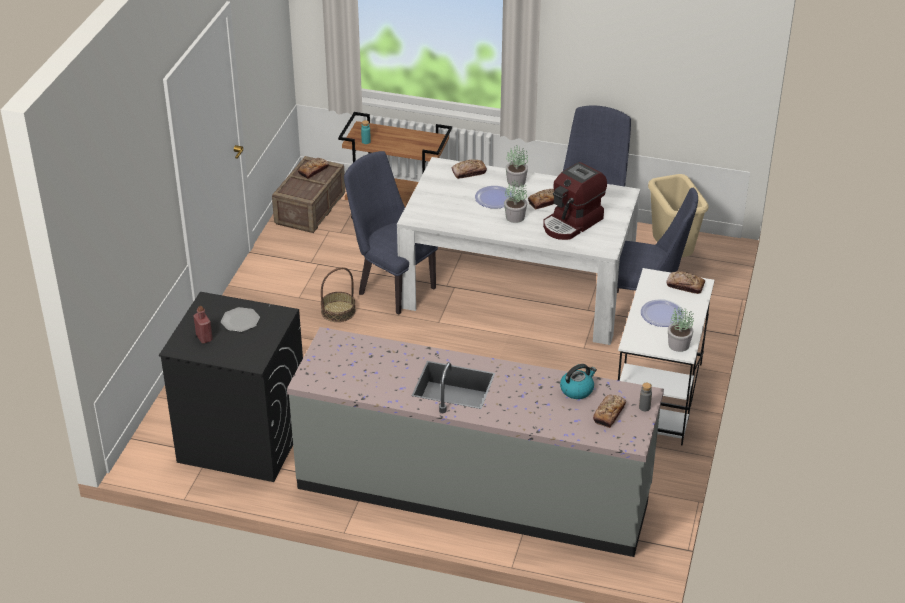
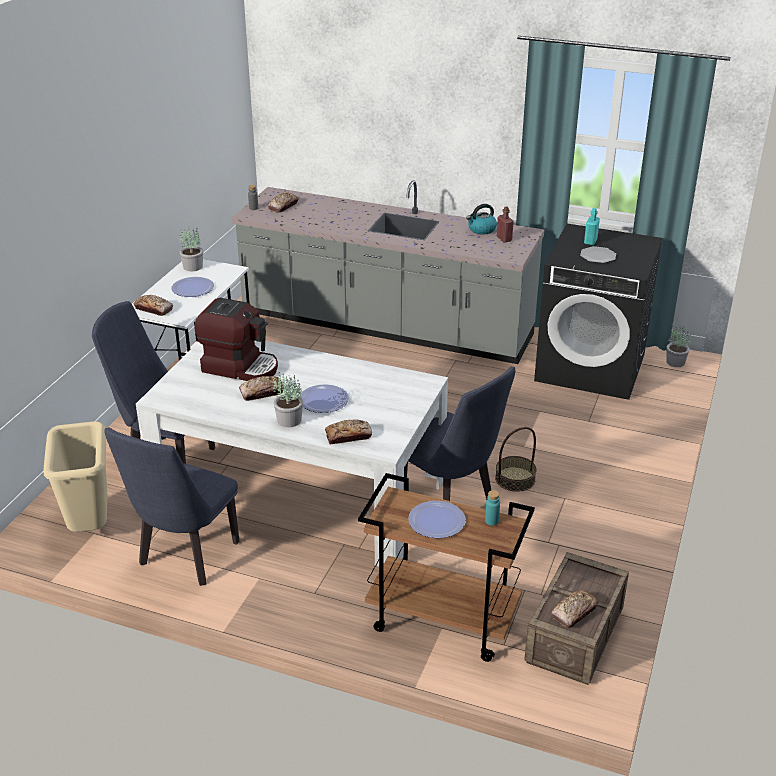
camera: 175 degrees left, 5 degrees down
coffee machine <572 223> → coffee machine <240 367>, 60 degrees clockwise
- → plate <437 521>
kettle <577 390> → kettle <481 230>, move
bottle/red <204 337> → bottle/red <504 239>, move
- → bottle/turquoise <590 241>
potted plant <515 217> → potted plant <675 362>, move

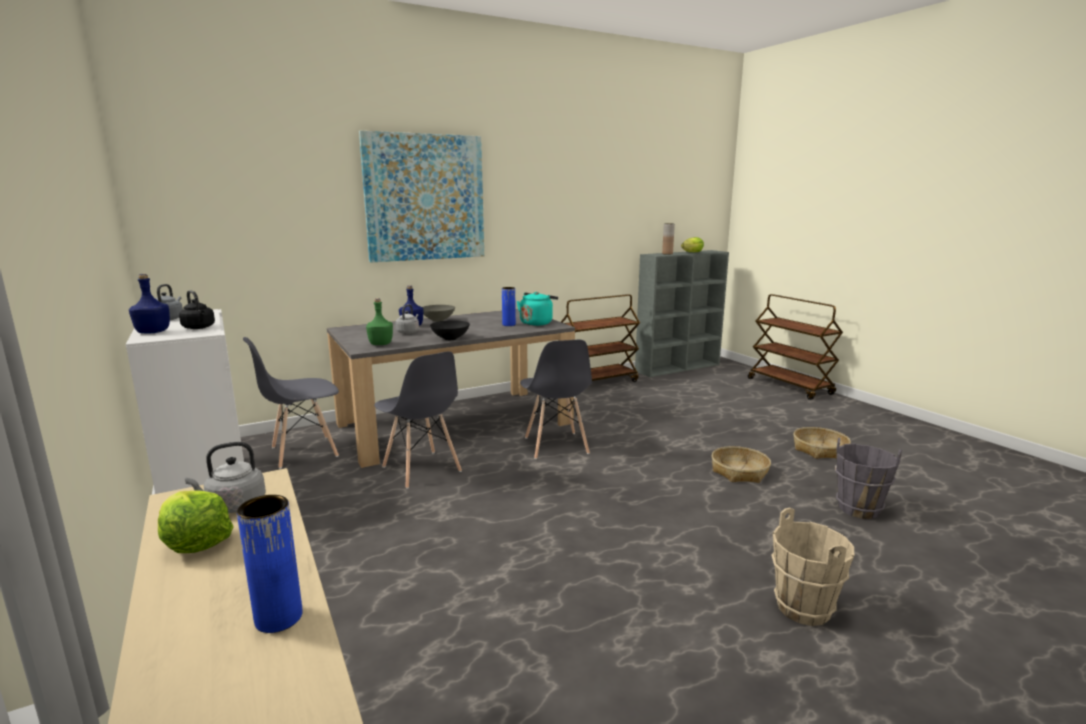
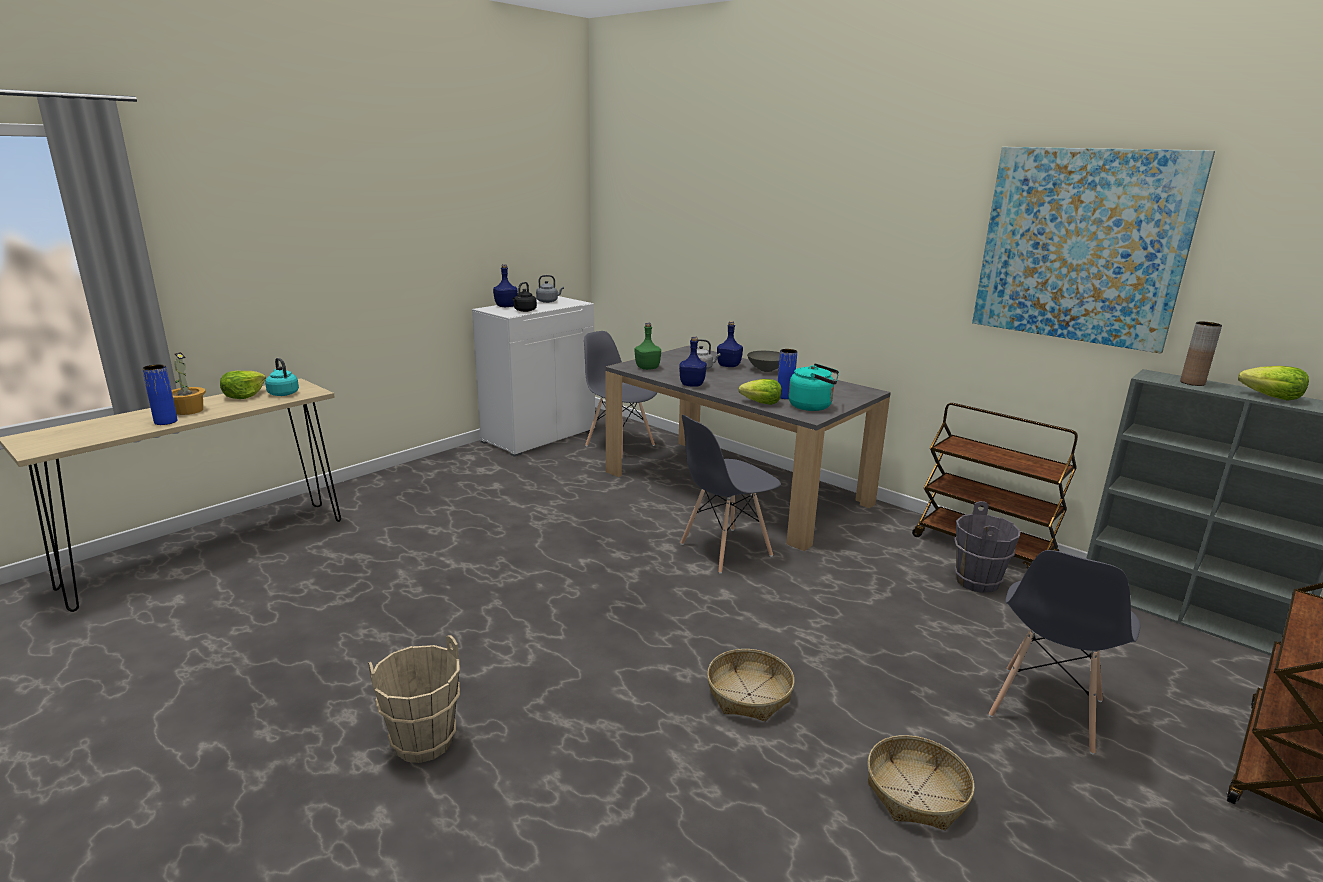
camera: 70 degrees right, 5 degrees up
- → potted plant <188 410>
kettle/grey <233 505> → kettle/turquoise <283 393>
bowl/black <451 339> → bottle/blue <692 385>
- → lettuce <761 403>
bucket/grey <858 508> → bucket/grey <977 582>, move
picture <425 198> → picture <1081 246>, move
chair/grey <421 469> → chair/grey <1046 709>, move

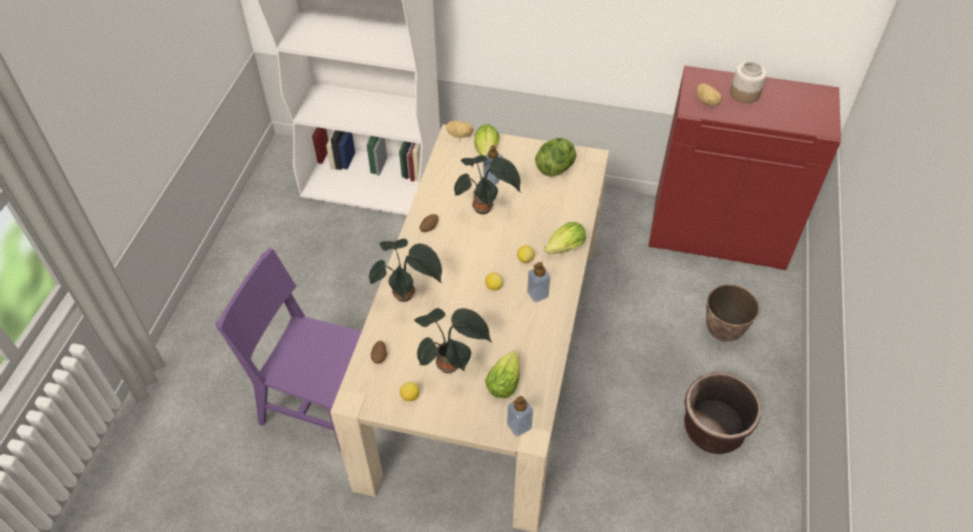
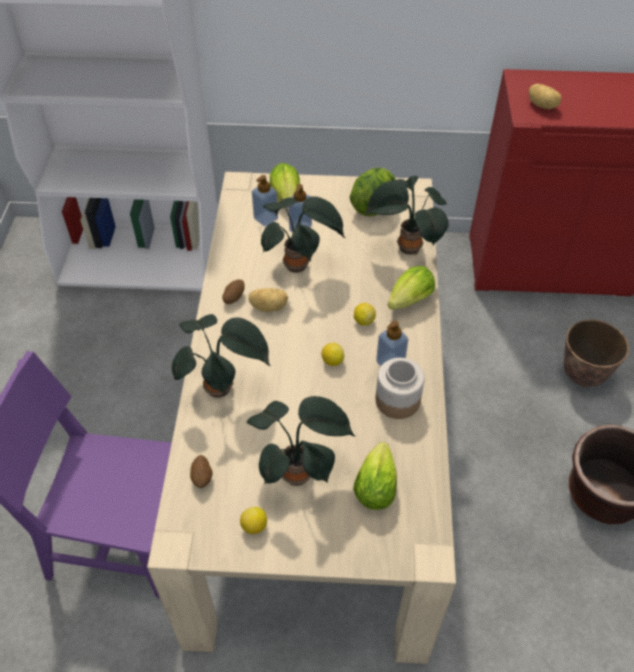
camera: 10 degrees left, 0 degrees up
potato <460 135> → potato <269 306>, move
soap dispenser <519 426> → soap dispenser <266 218>, move
- → potted plant <406 248>
jar <744 93> → jar <397 401>, move

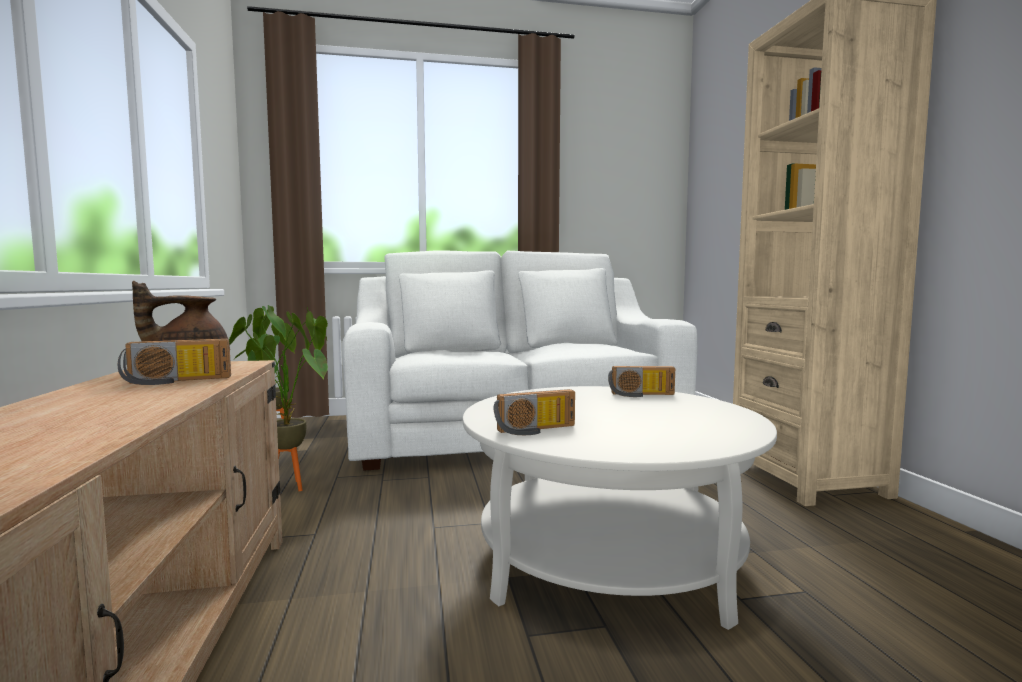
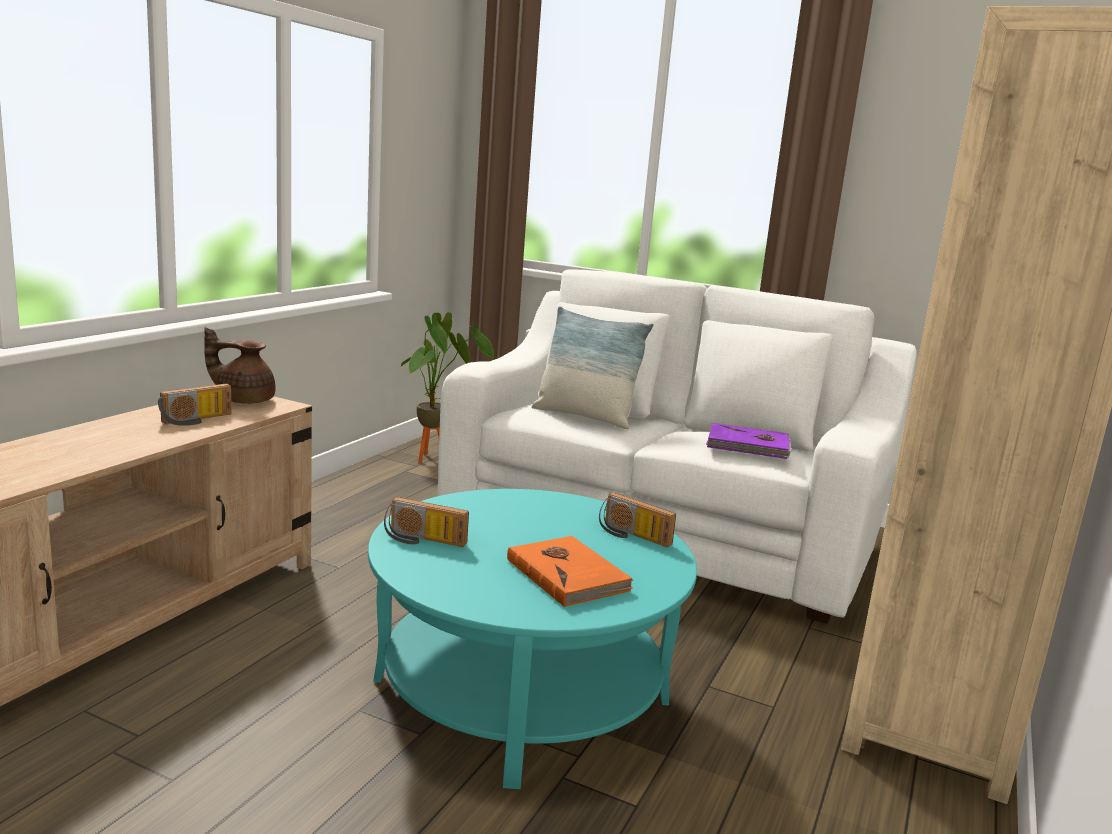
camera: 35 degrees right, 10 degrees up
radio <176 381> → radio <197 420>, 60 degrees counterclockwise
coffee table/white <608 556> → coffee table/turquoise <522 689>
- → book/orange <568 574>
- → pillow <584 417>
- → book/purple <748 446>
potted plant <286 485> → -

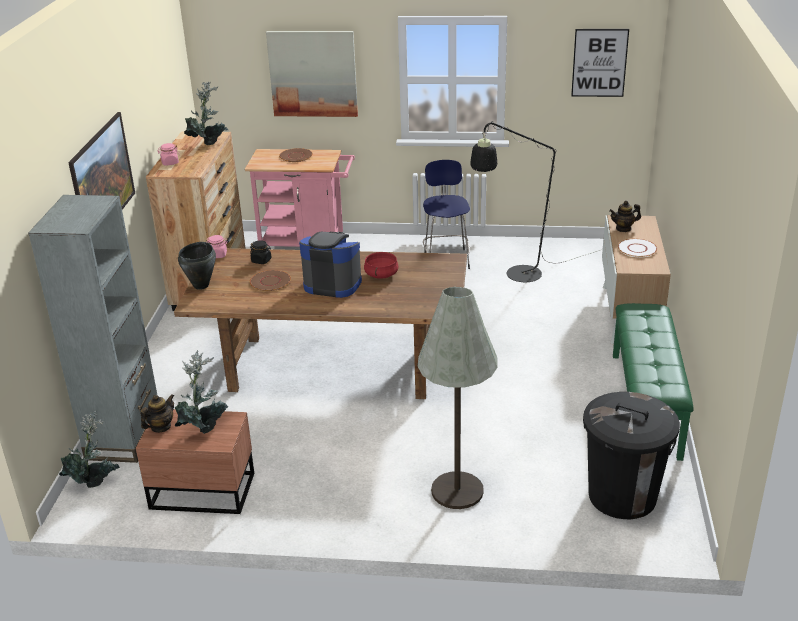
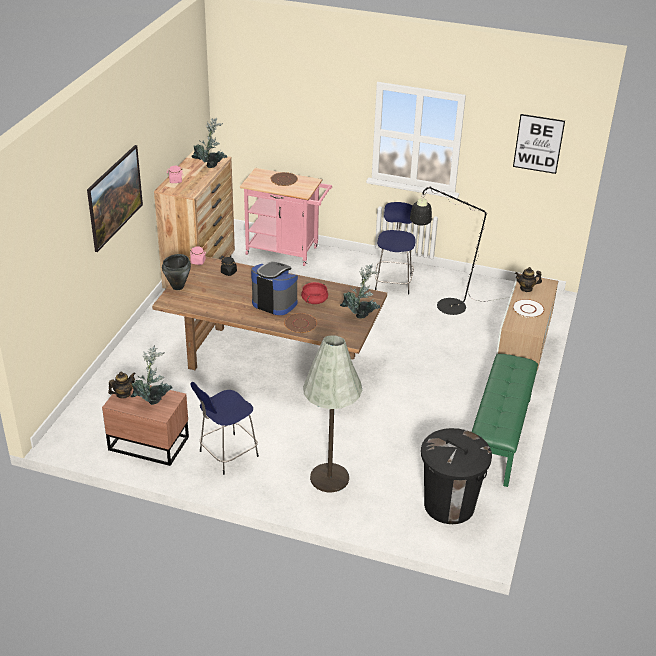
camera: 10 degrees right, 5 degrees up
- → stool/blue <227 454>
plate/brown <270 281> → plate/brown <300 324>, move
potted plant <94 481> → potted plant <360 314>, move
bookcase/grey <124 436> → -
picture <313 73> → -

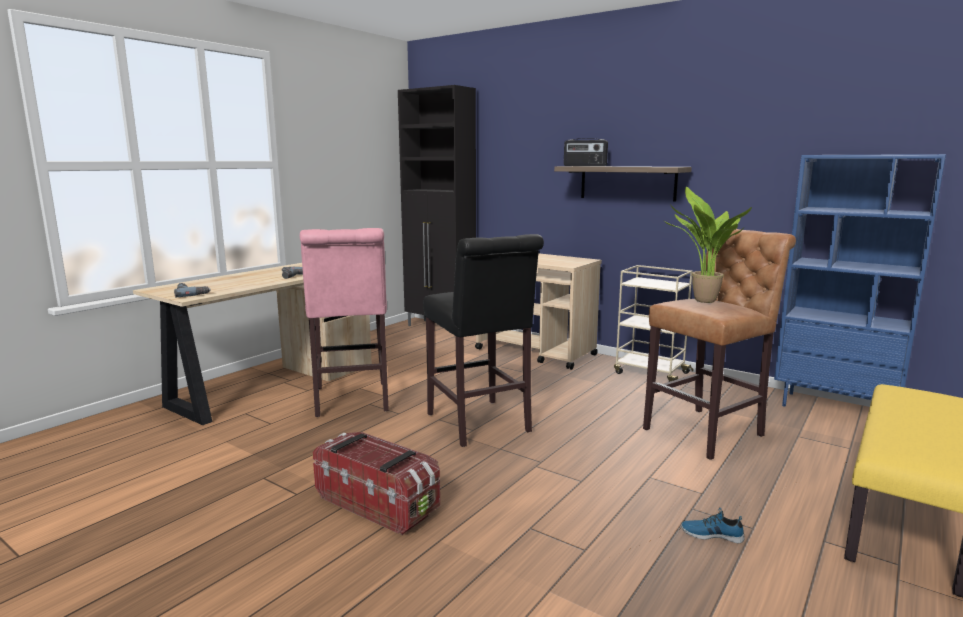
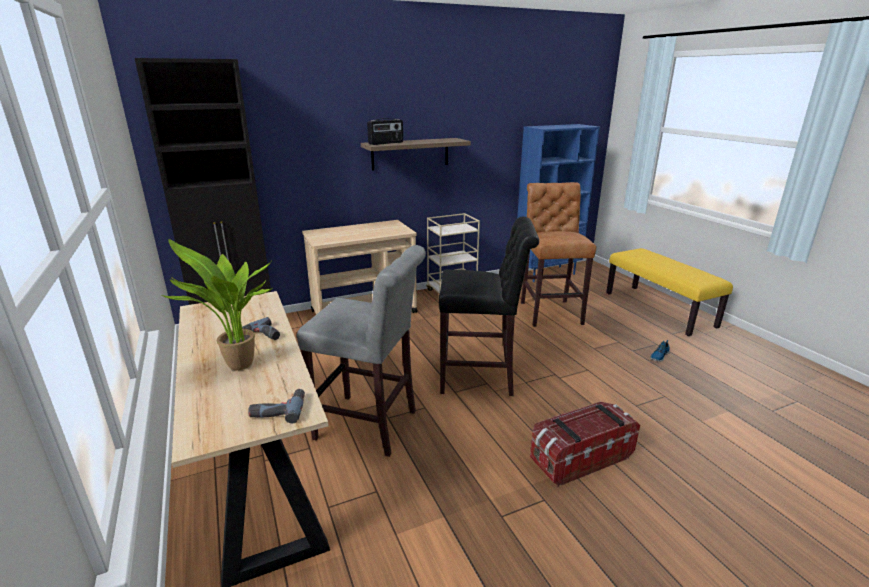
camera: 60 degrees left, 10 degrees up
potted plant <701 301> → potted plant <237 367>, move
stool/pink <351 401> → stool/grey <371 426>

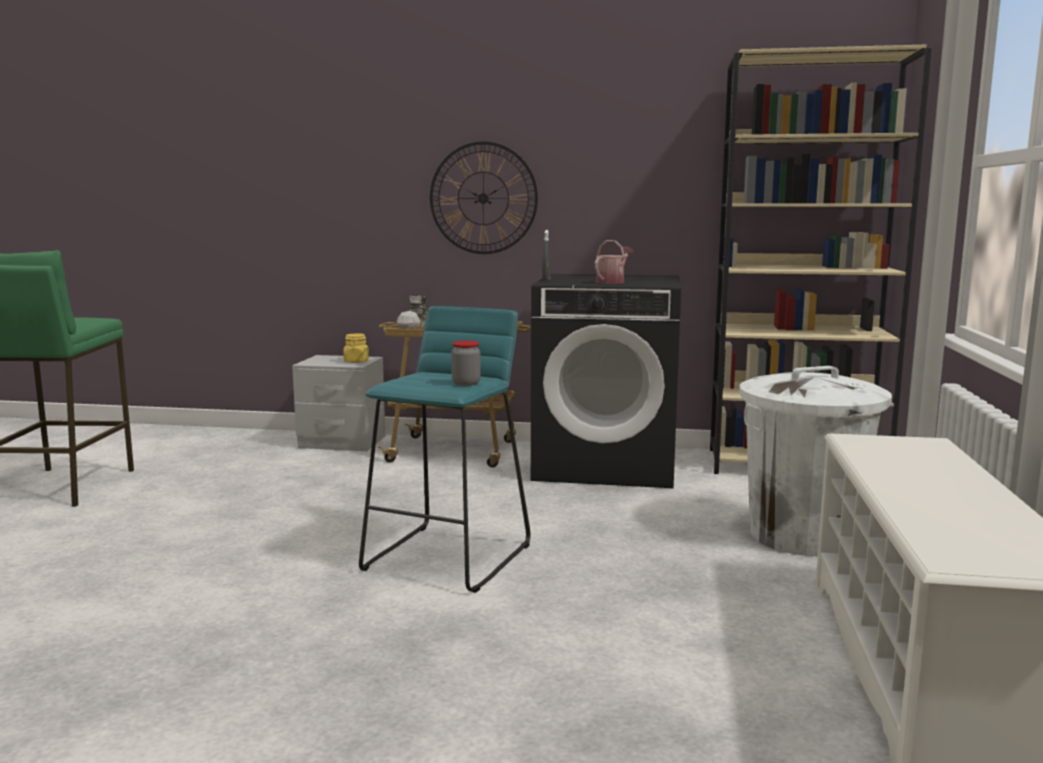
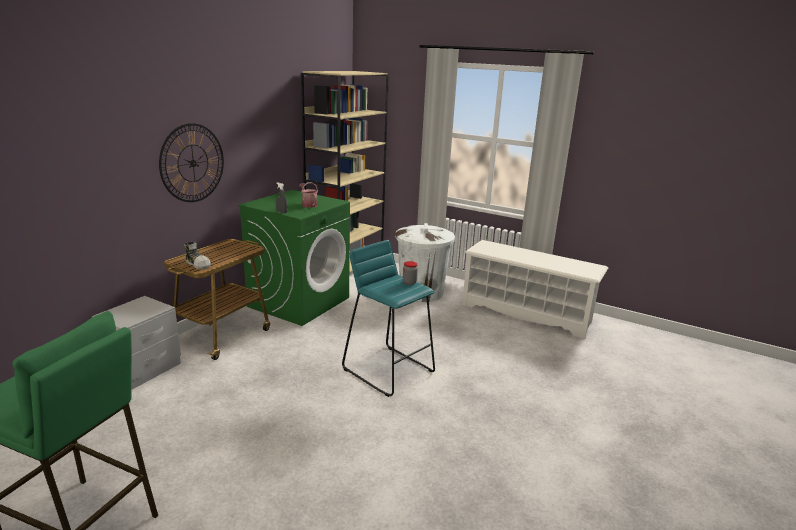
camera: 70 degrees left, 10 degrees up
washing machine/black <607 465> → washing machine/green <299 302>
jar/yellow <356 361> → -

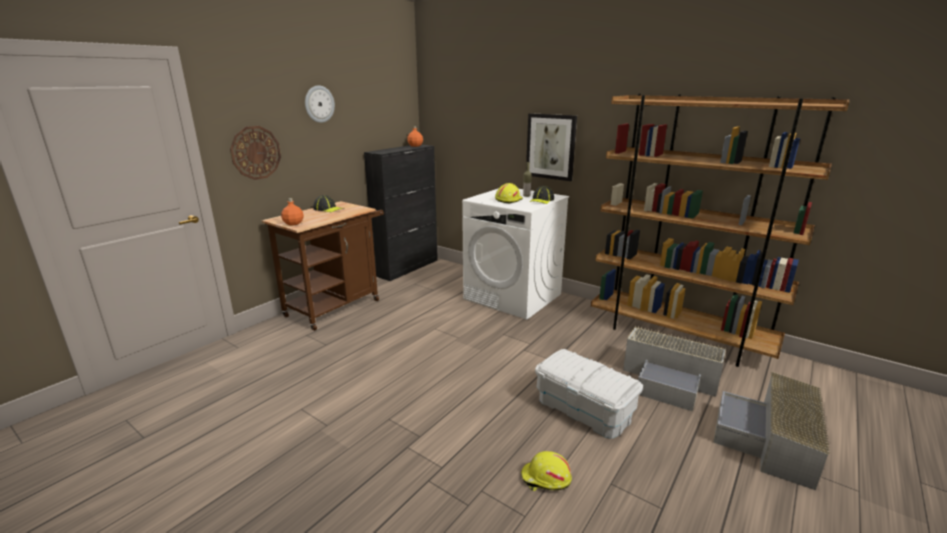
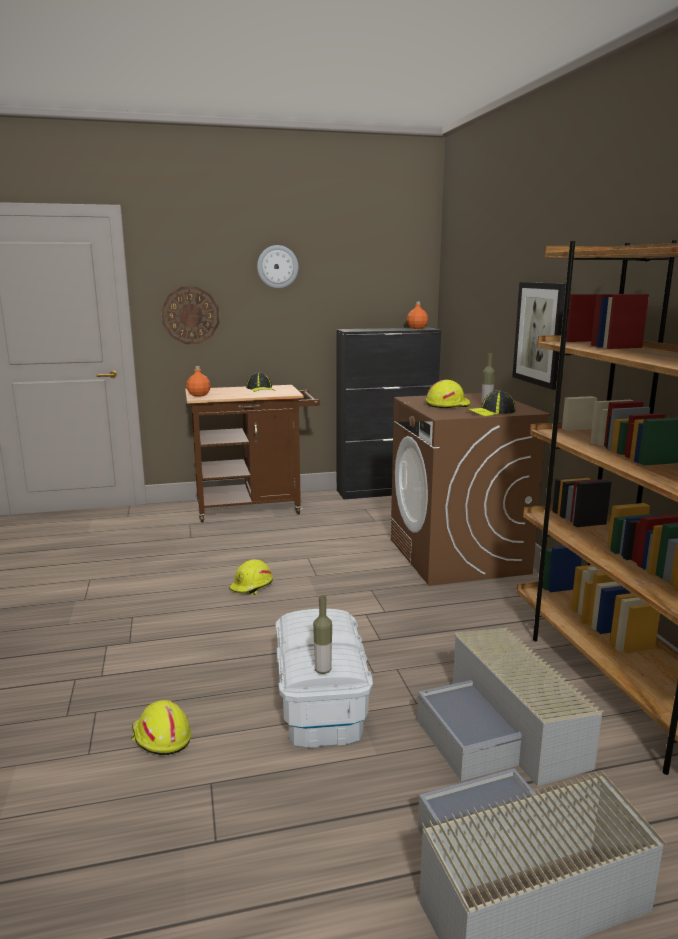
camera: 40 degrees right, 5 degrees down
- → hard hat/yellow <252 586>
- → bottle <323 670>
washing machine/white <513 296> → washing machine/brown <458 556>

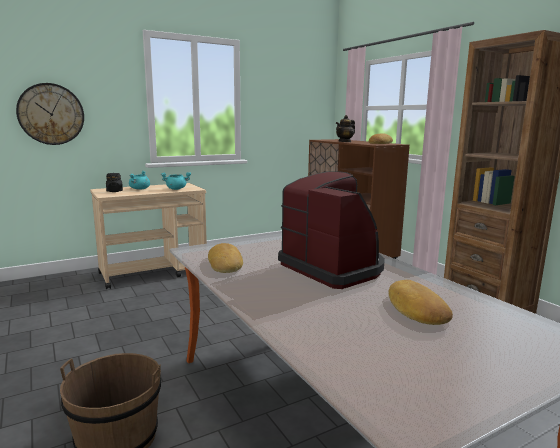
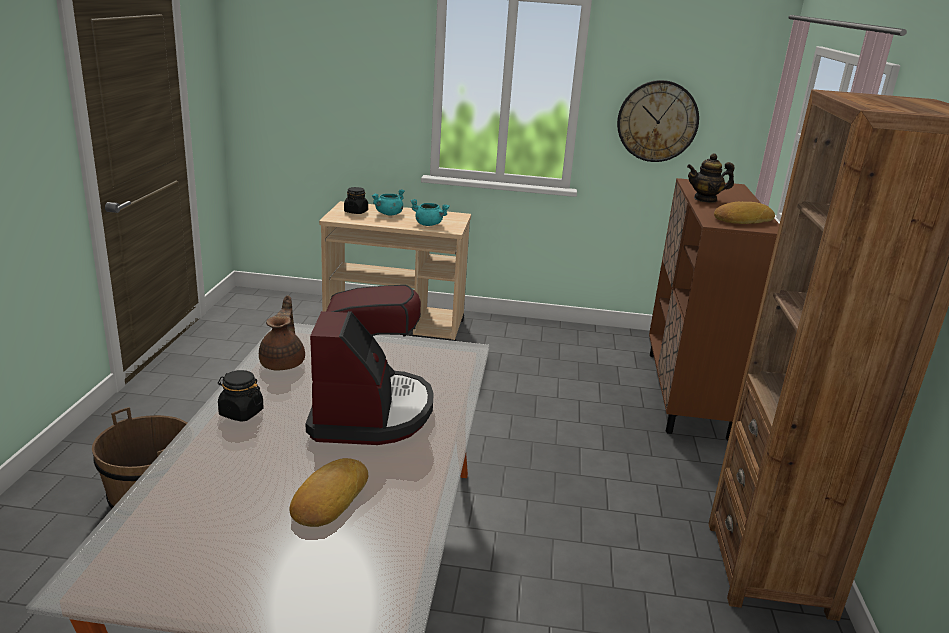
camera: 35 degrees right, 10 degrees up
- → jar/black <241 413>
bread <226 264> → teapot/brown <283 363>
wall clock <51 114> → wall clock <657 121>, move

